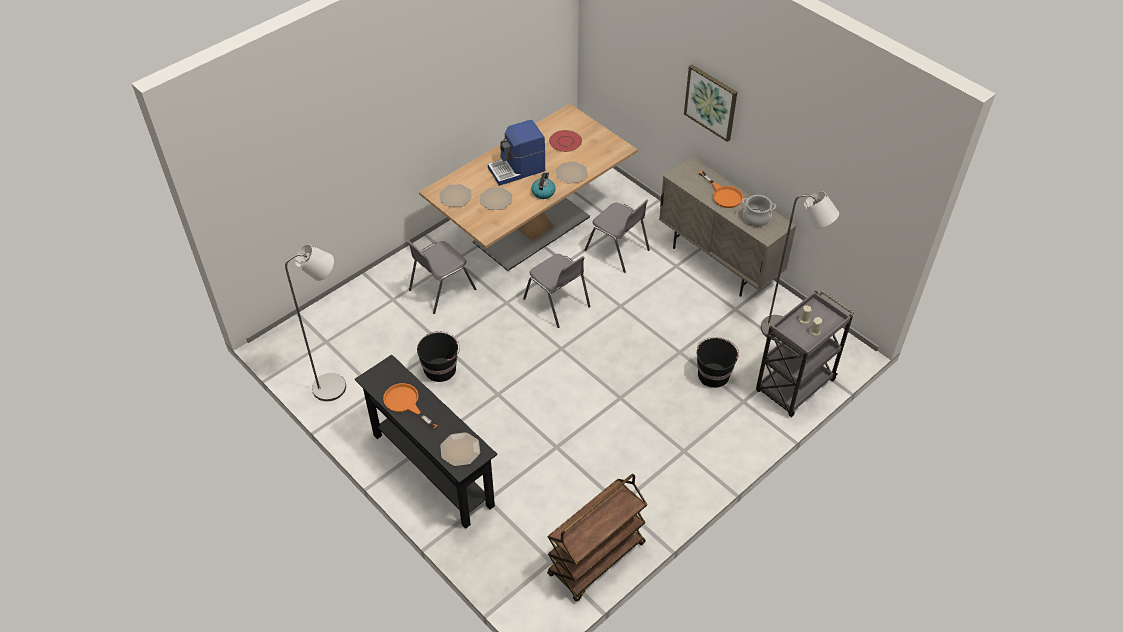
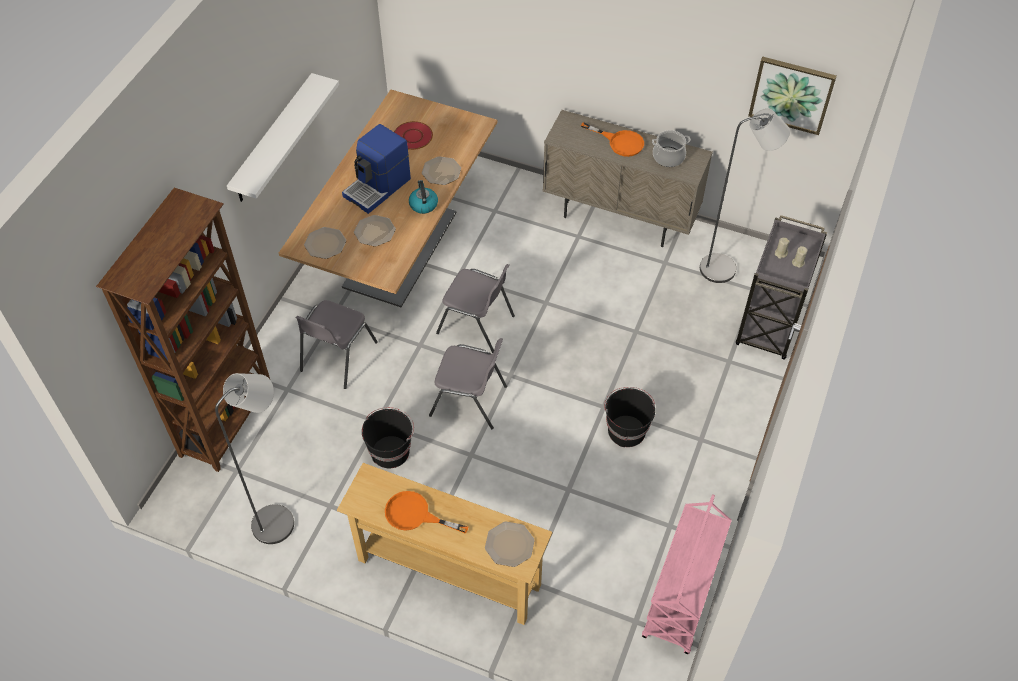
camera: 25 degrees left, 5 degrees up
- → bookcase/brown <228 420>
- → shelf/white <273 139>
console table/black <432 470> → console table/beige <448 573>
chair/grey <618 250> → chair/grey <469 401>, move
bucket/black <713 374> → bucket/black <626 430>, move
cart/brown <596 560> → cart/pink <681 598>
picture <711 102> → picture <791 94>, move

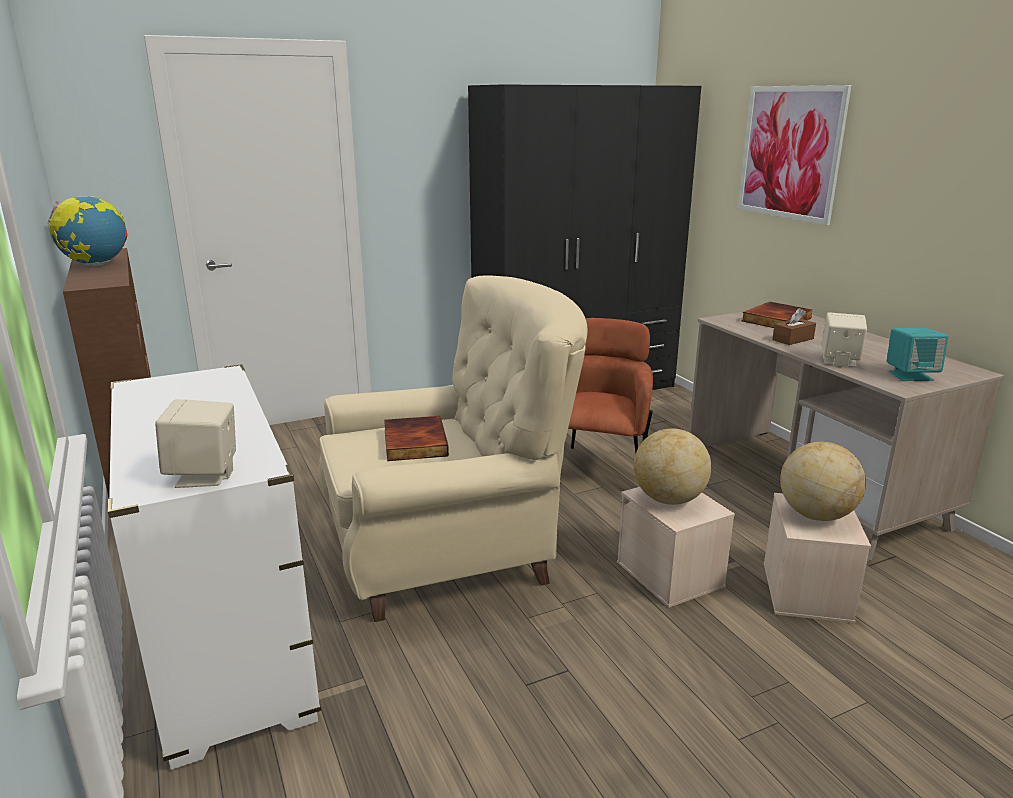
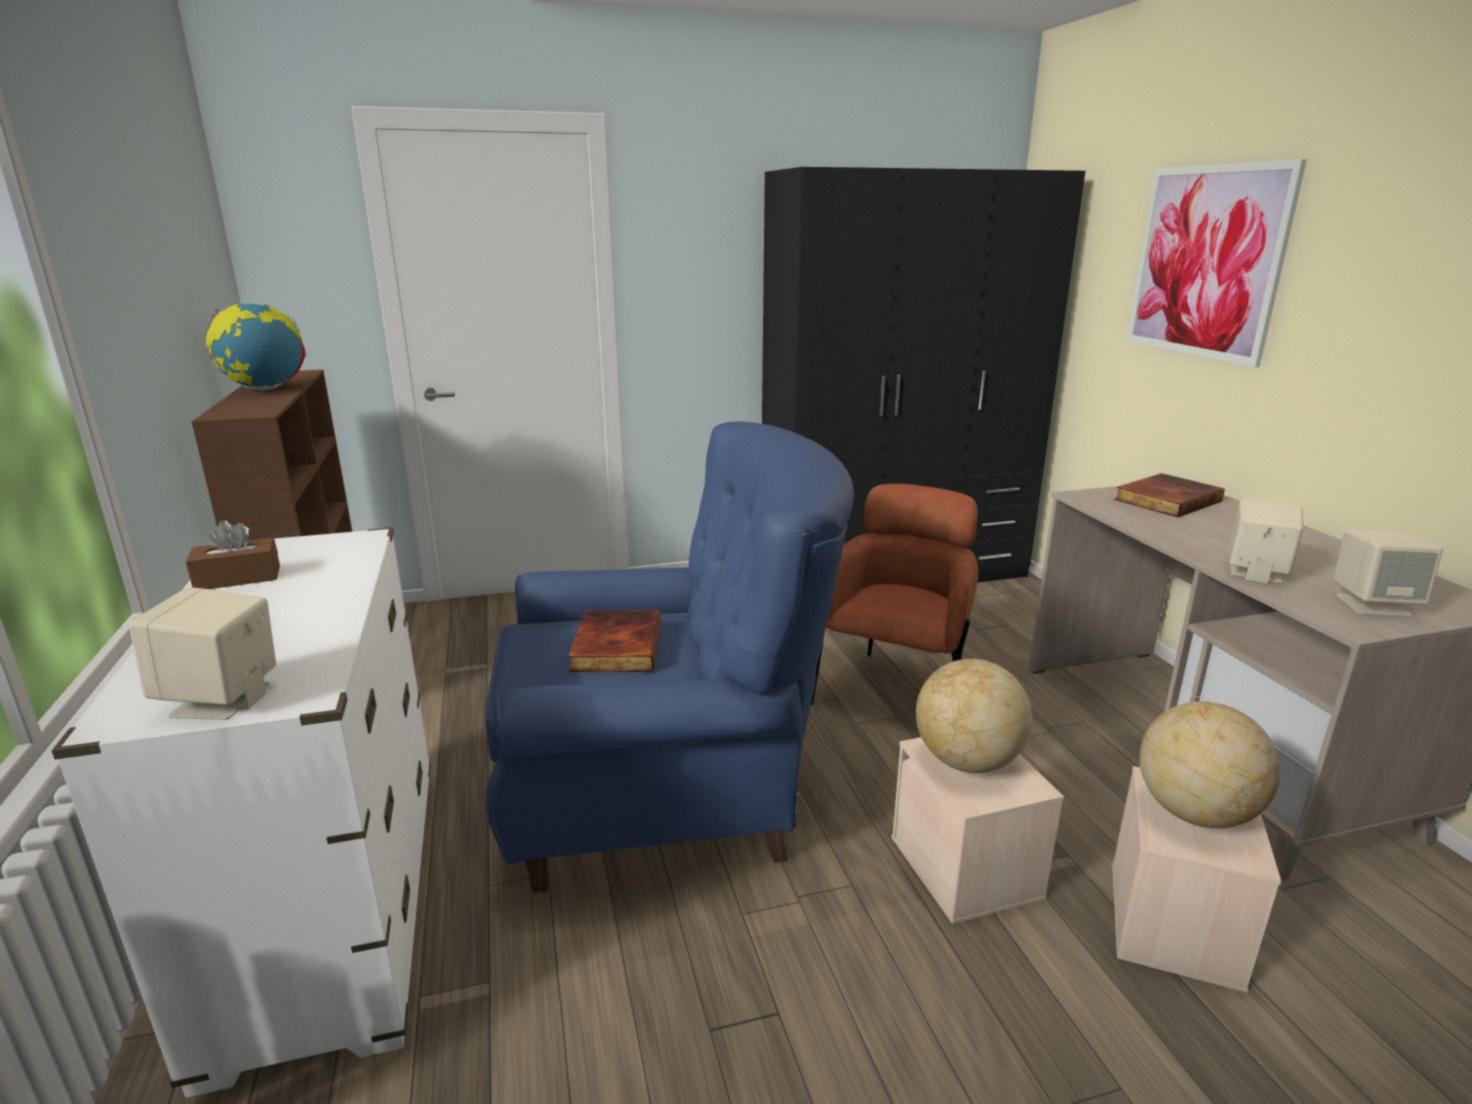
camera: 10 degrees right, 0 degrees up
tissue box/brown <793 339> → tissue box/brown <238 578>, move
armchair/beige <451 552> → armchair/blue <667 795>
speaker/turquoise <910 375> → speaker/beige <1372 605>

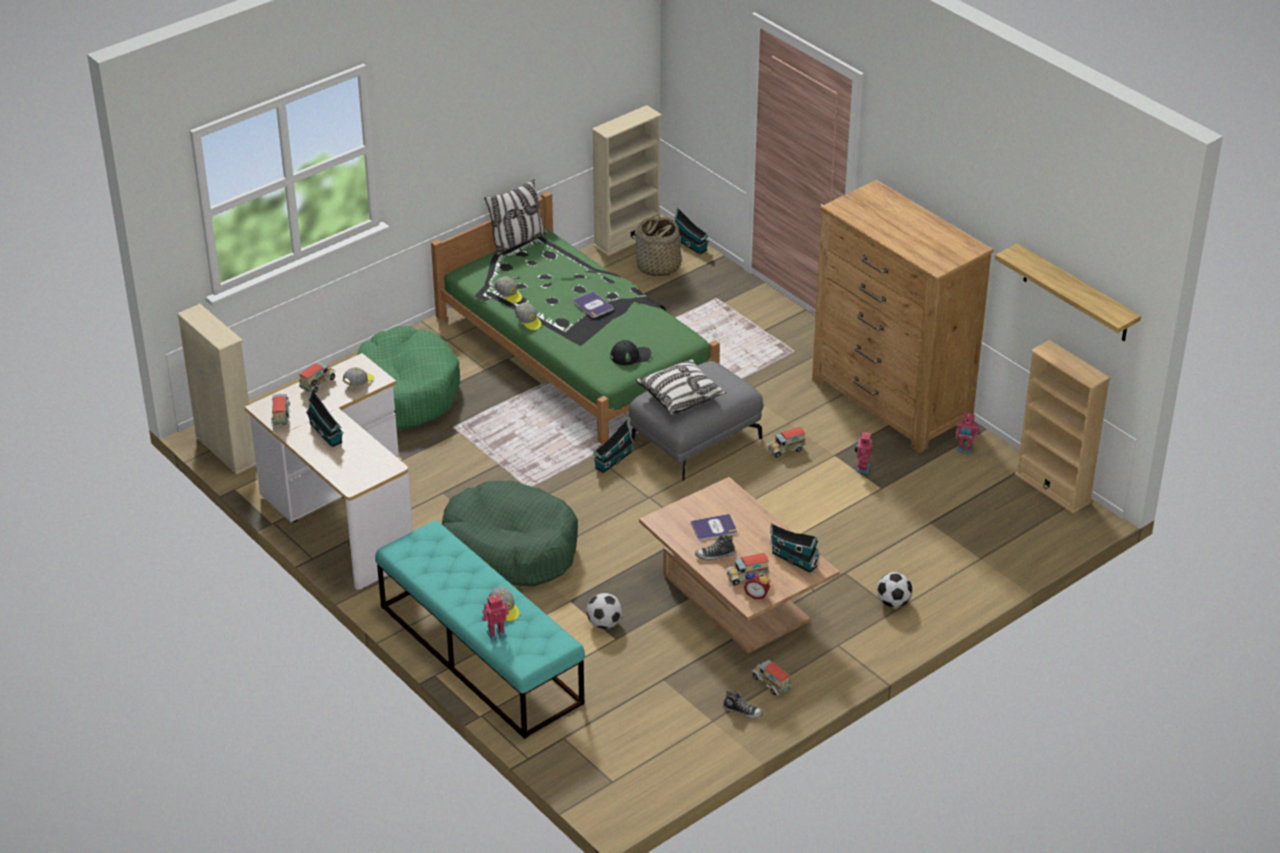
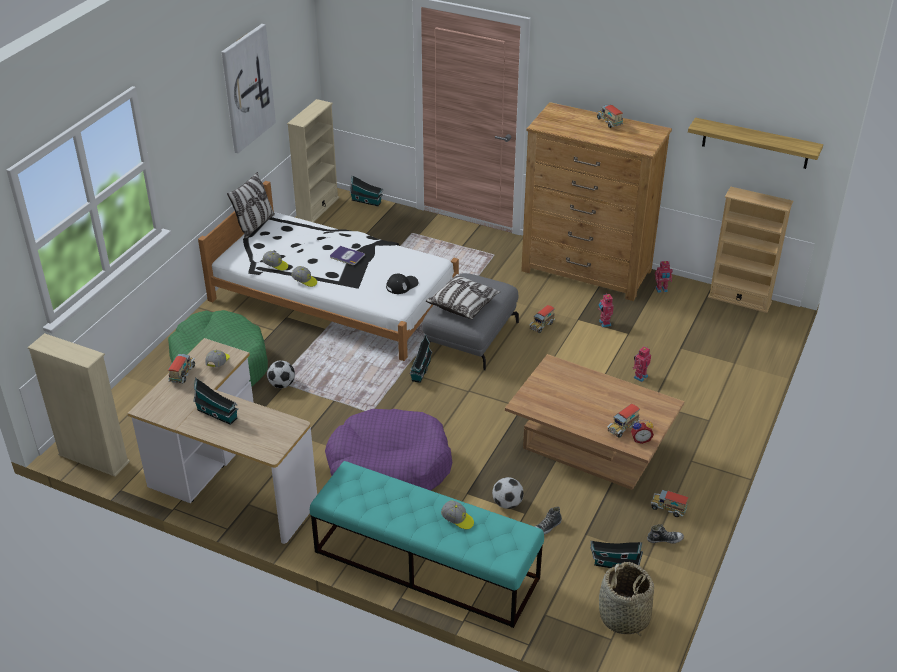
camera: 25 degrees left, 0 degrees up
bed/green <574 350> → bed/white <333 297>
- → picture <247 88>
football <893 603> → football <282 385>, move
dog bed/green <510 548> → dog bed/purple <389 466>
shoe <715 555> → shoe <547 527>, move
toy house <793 559> → toy house <614 564>, move
toy truck <281 417> → toy truck <609 123>, move
basket <658 267> → basket <624 617>, move
toy robot <496 633> → toy robot <639 376>, move
book <714 528> → -

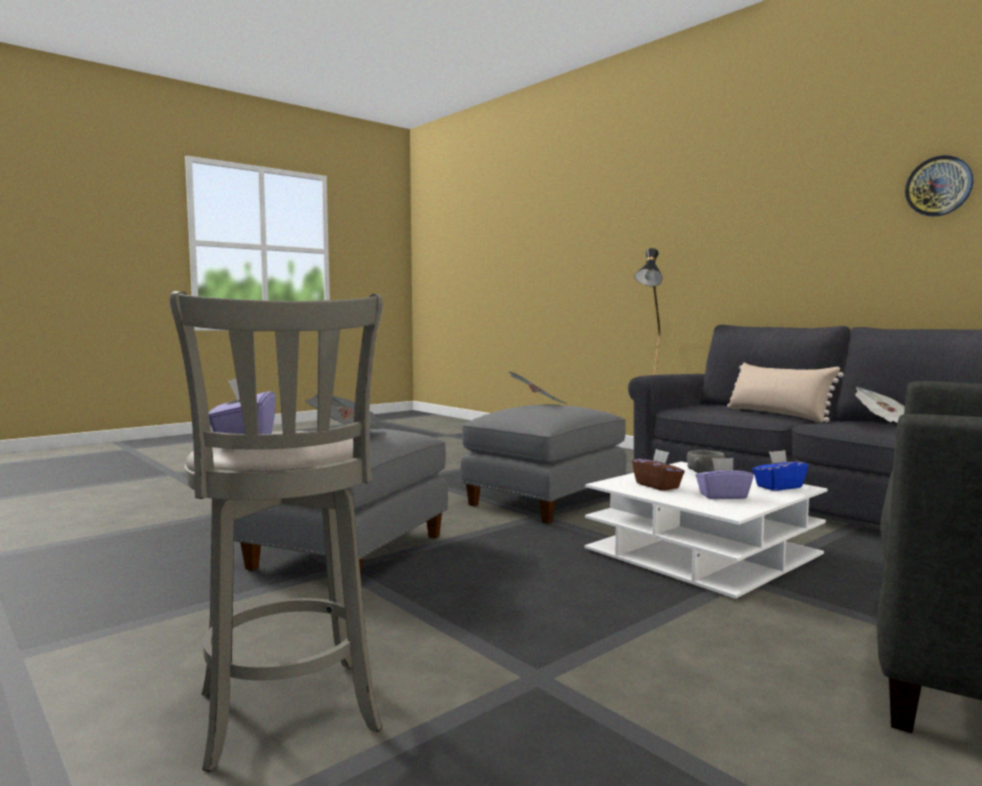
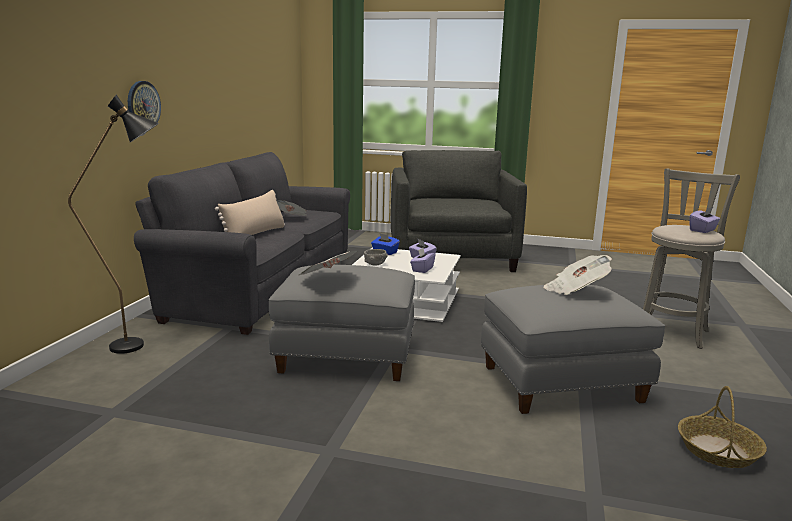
camera: 125 degrees left, 10 degrees up
wall clock <938 186> → wall clock <143 105>, move
tissue box/brown <657 486> → tissue box/purple <422 269>
- → basket <718 451>

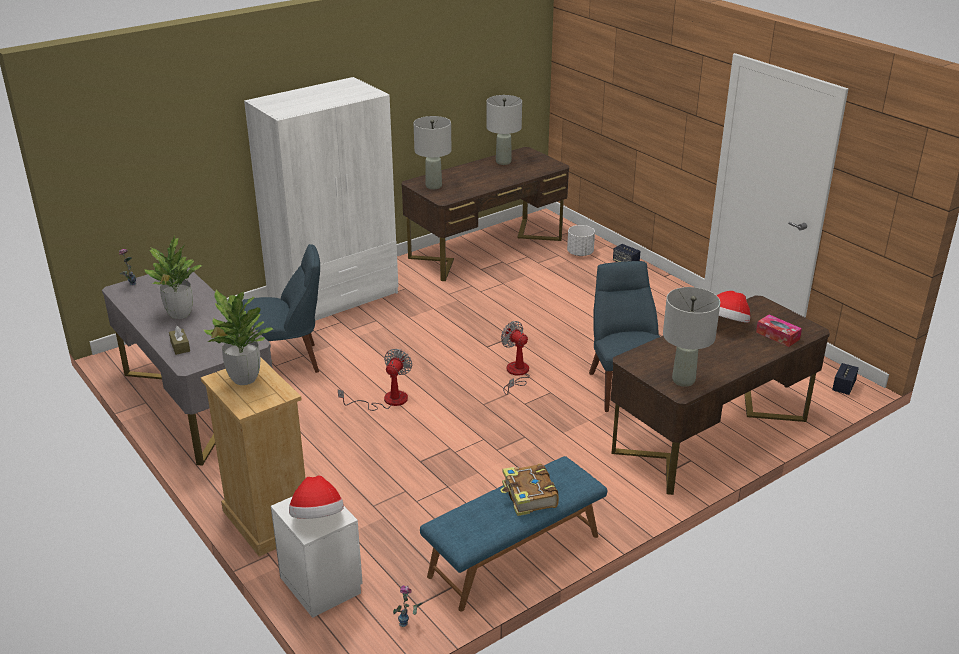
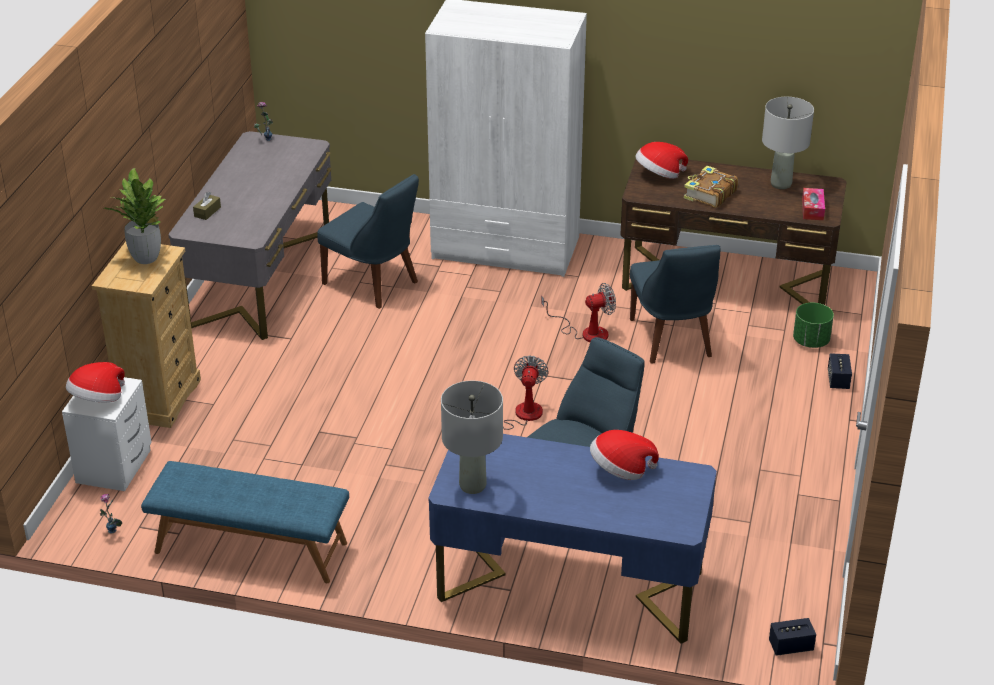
camera: 50 degrees right, 5 degrees up
desk/brown <710 435> → desk/blue <570 585>
fan <386 400> → fan <586 332>, move
- → chair/blue <672 340>
table lamp/grey <434 186> → hat <659 175>
book <529 497> → book <709 194>, move
planter/white <580 253> → planter/green <811 341>
tissue box <777 336> → tissue box <812 209>, move
potted plant <179 314> → -

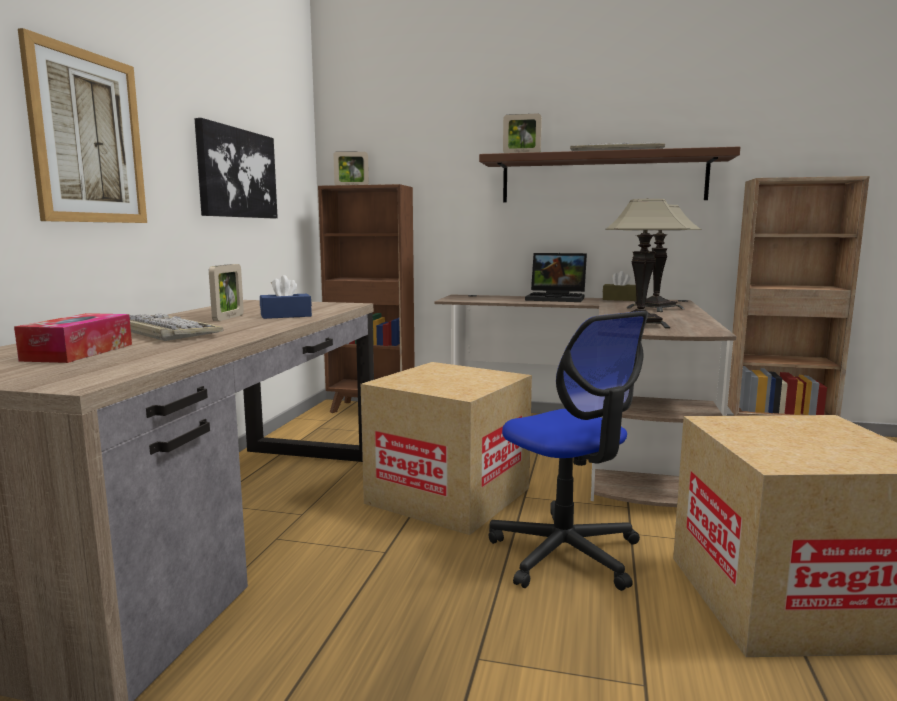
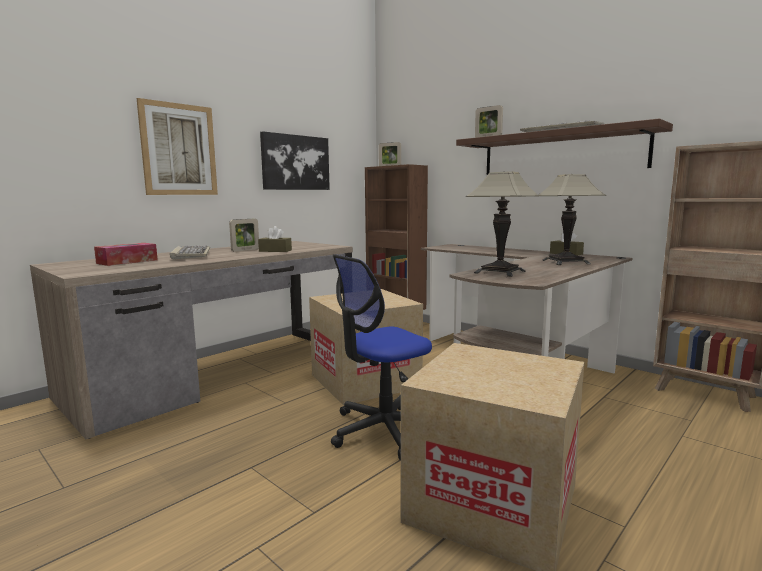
camera: 30 degrees right, 0 degrees up
tissue box/blue <286 316> → tissue box/brown <275 251>
office chair <565 553> → office chair <383 430>, 60 degrees clockwise
laptop <557 298> → -

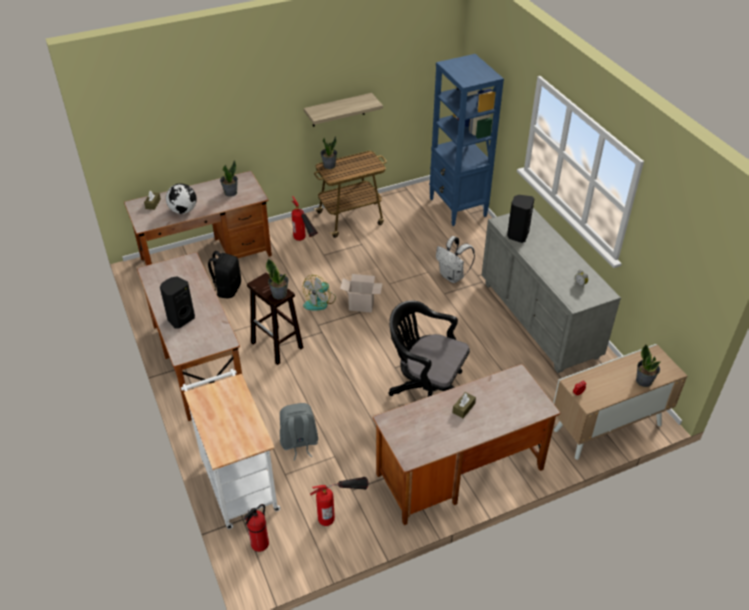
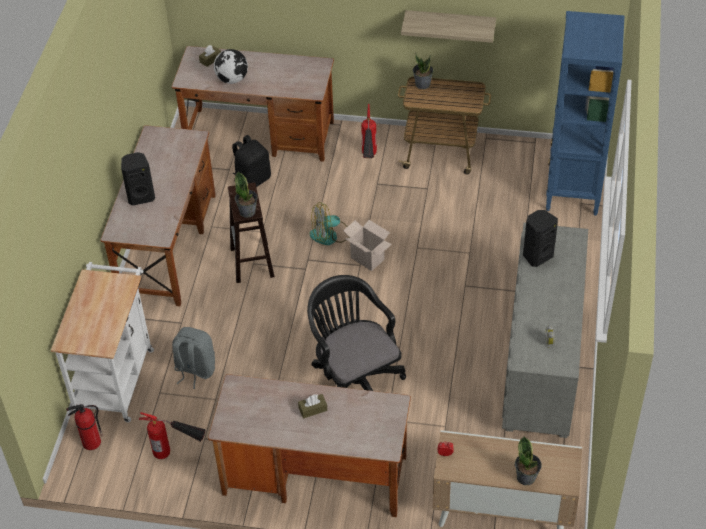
camera: 35 degrees right, 5 degrees up
potted plant <230 192> → -
backpack/white <453 276> → -

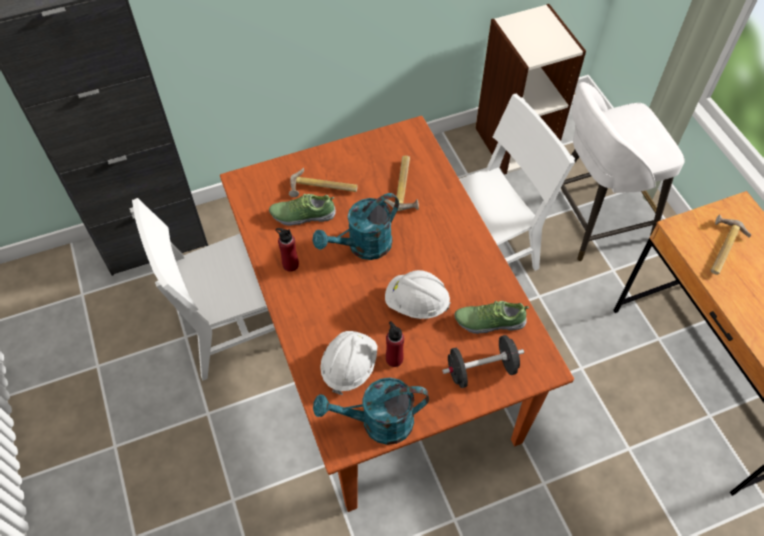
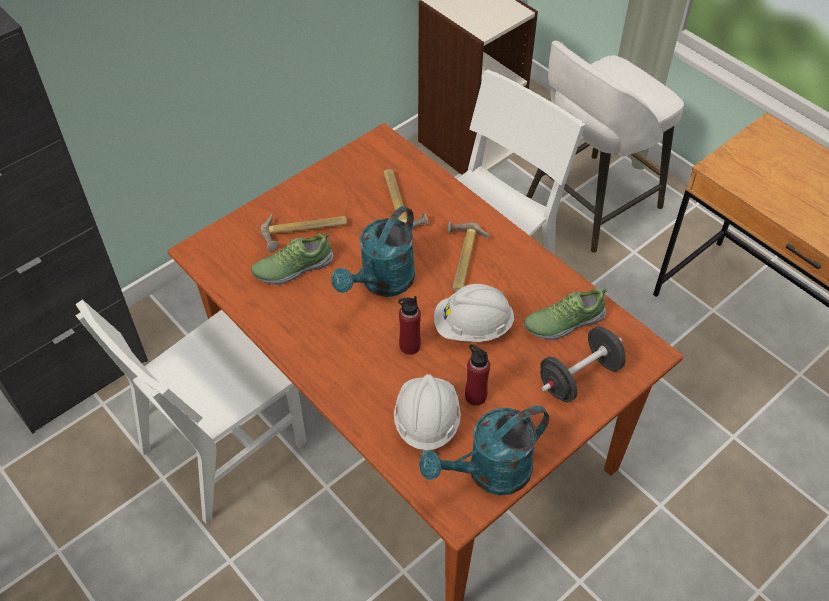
camera: 20 degrees left, 5 degrees down
bottle/red <290 264> → bottle/red <409 346>, move
hammer <721 248> → hammer <461 259>, move

